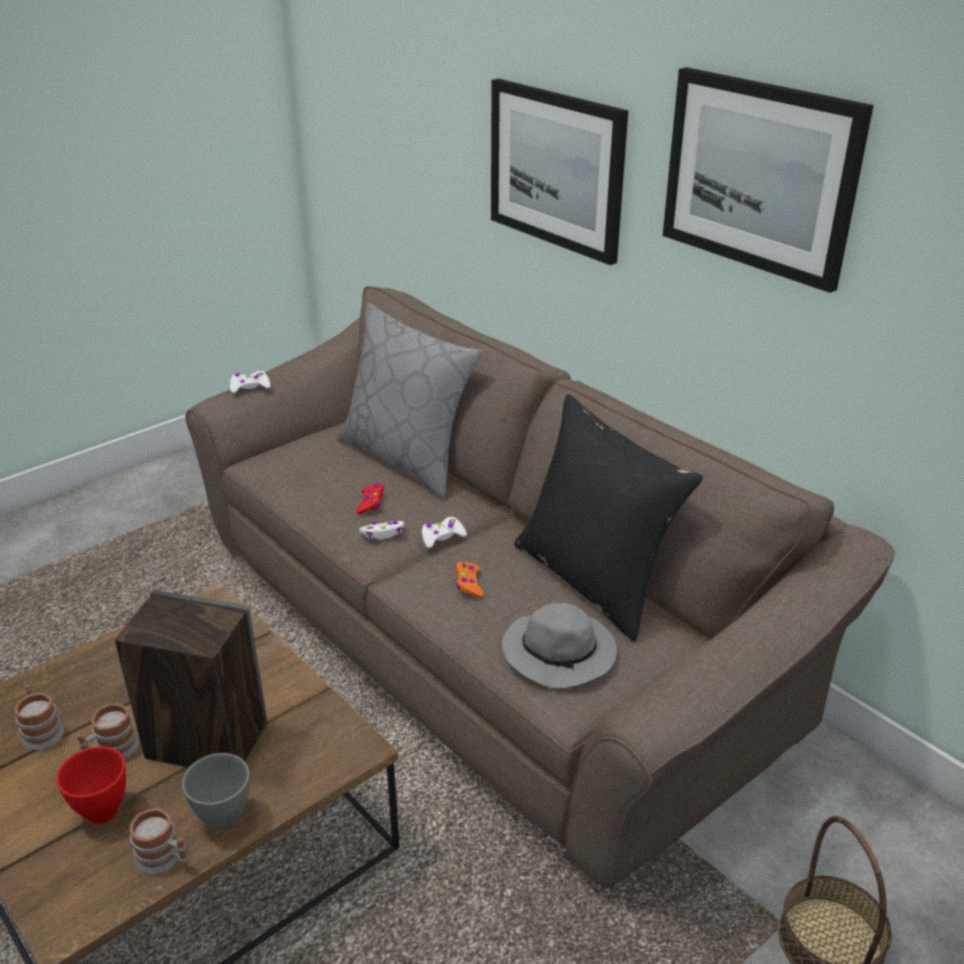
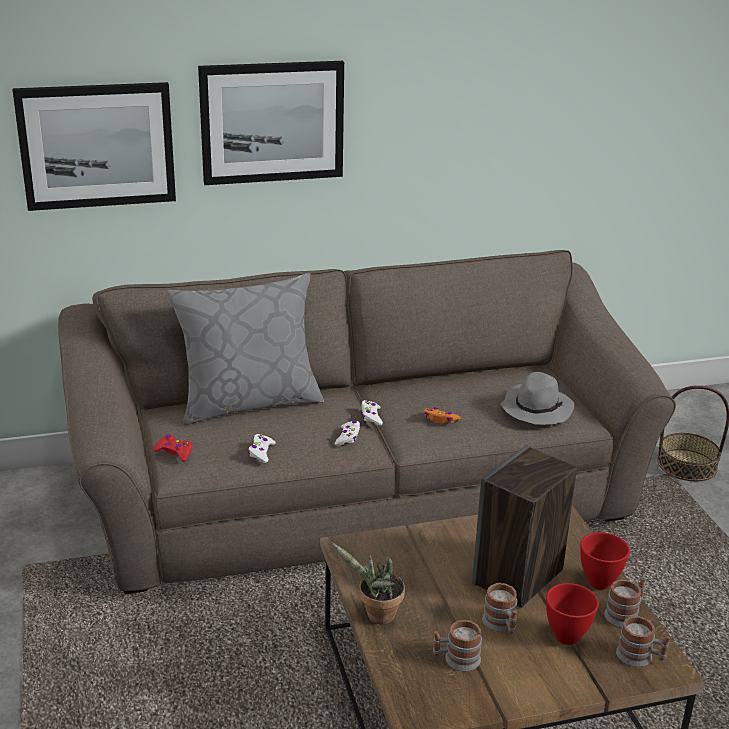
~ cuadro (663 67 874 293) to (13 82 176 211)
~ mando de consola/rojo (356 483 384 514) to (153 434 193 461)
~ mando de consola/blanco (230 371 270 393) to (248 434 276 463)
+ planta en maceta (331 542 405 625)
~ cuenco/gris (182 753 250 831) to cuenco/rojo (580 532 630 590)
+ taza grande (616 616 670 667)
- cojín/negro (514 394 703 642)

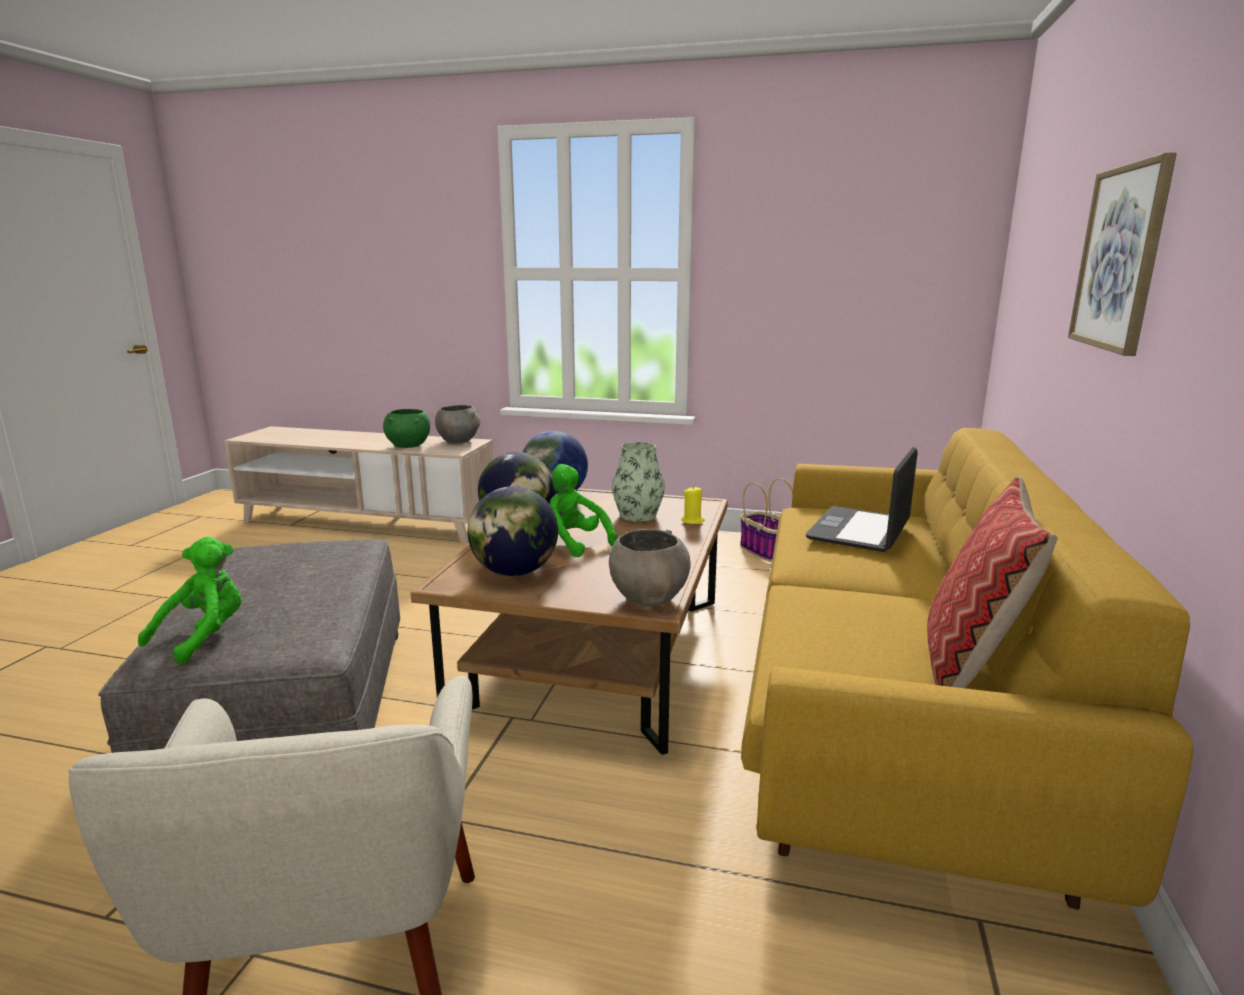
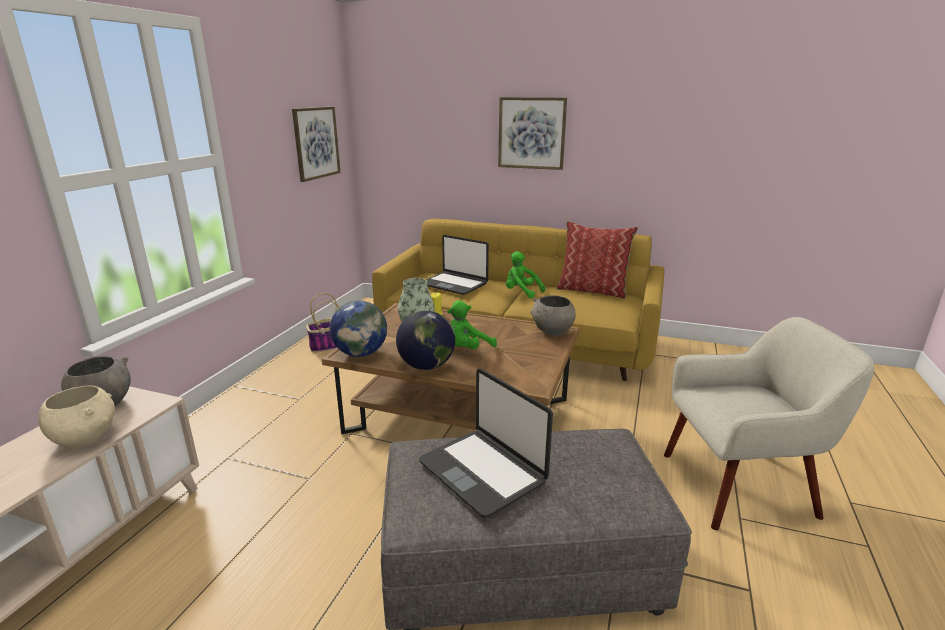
~ cuenco/verde (383 409 430 448) to cuenco/beis (38 385 115 449)
+ cuadro (292 107 341 182)
+ portátil (419 369 553 518)
~ peluche/verde (138 537 241 665) to (506 251 545 298)
- globo terráqueo (468 486 558 576)

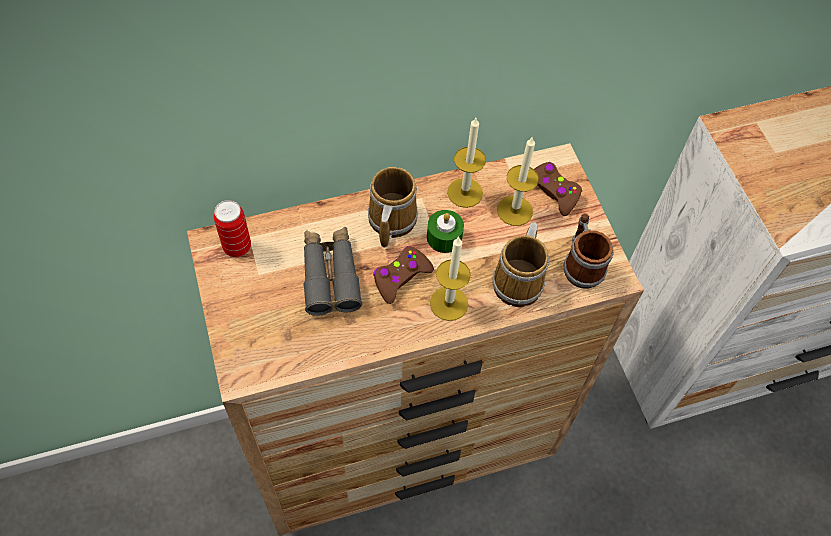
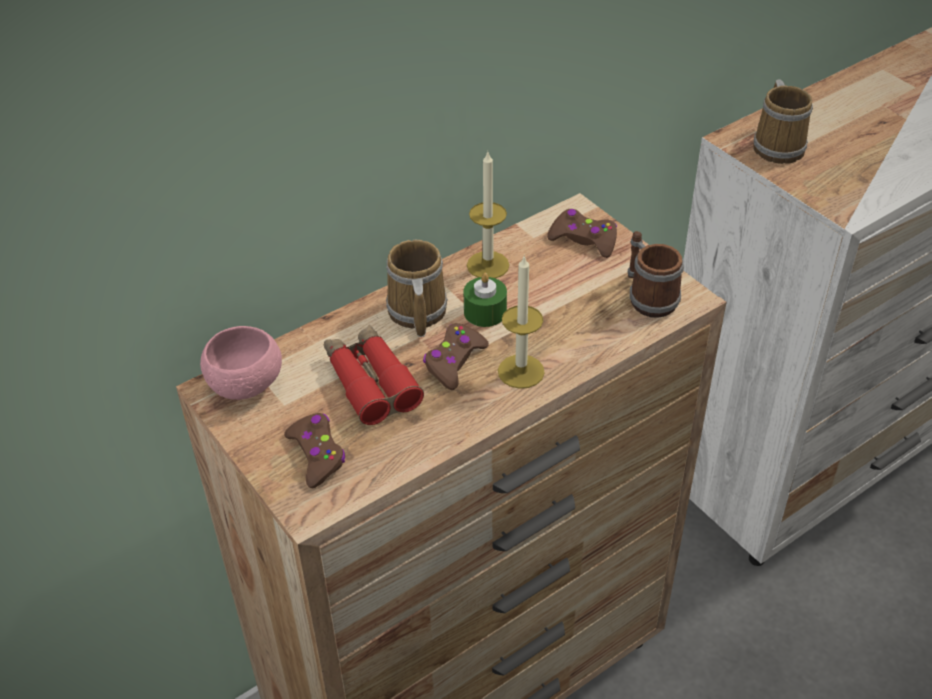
~ lata (214 200 251 257) to cuenco/rosa (200 326 282 400)
+ mando de consola/marrón (284 413 345 488)
~ prismáticos/gris (303 227 362 316) to prismáticos/rojo (324 325 424 425)
~ taza grande (492 222 549 307) to (753 79 813 164)
- vela (497 136 539 226)

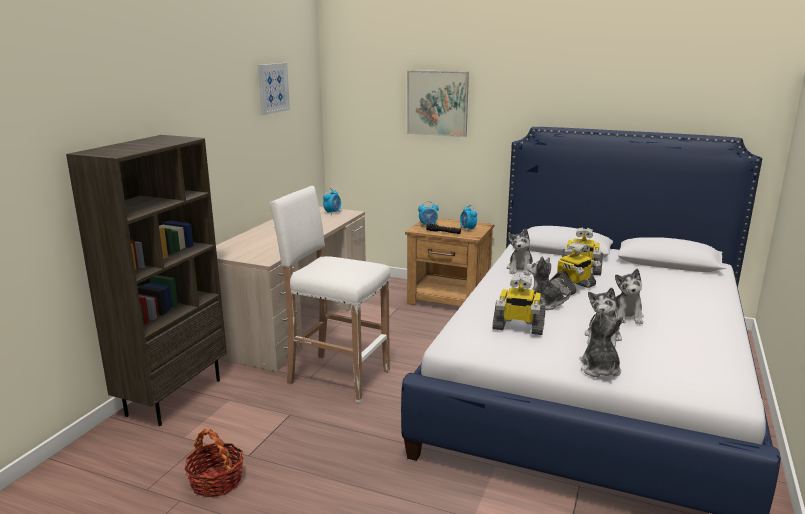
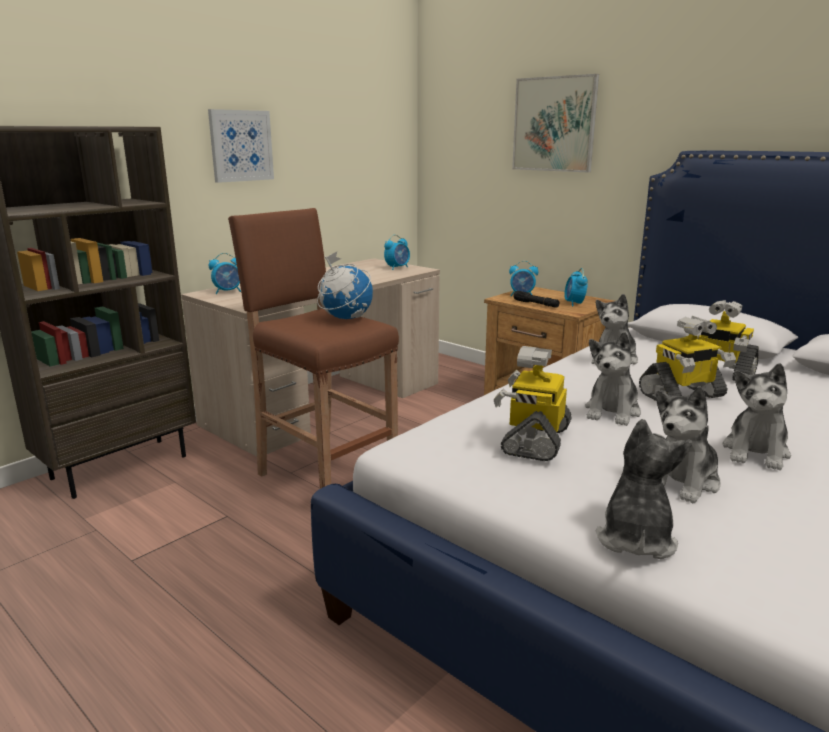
~ cuadro (258 63 290 115) to (208 109 274 183)
+ despertador (209 253 241 294)
~ taburete/blanco (269 186 390 403) to taburete/marrón (228 208 399 489)
+ globo terráqueo (317 252 373 319)
~ robot de juguete (493 274 545 335) = (493 346 572 461) 75 degrees clockwise
~ peluche (526 256 571 310) = (585 332 641 426) 120 degrees counterclockwise
- cesta (184 429 243 498)

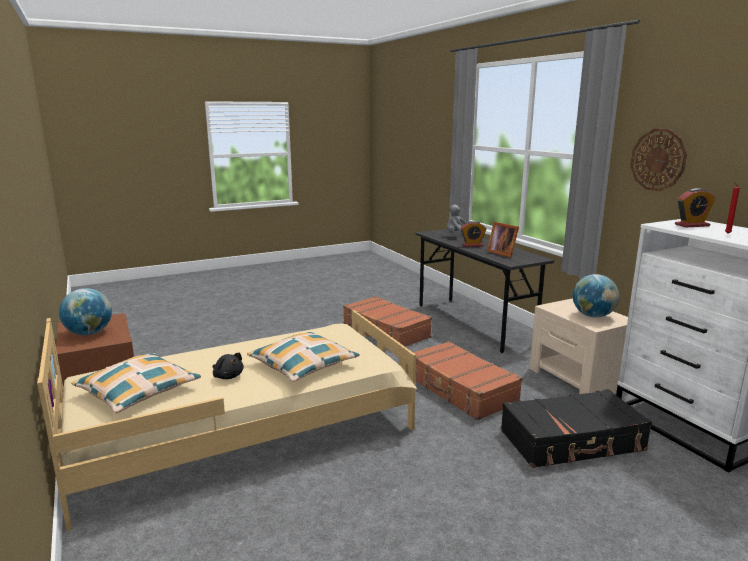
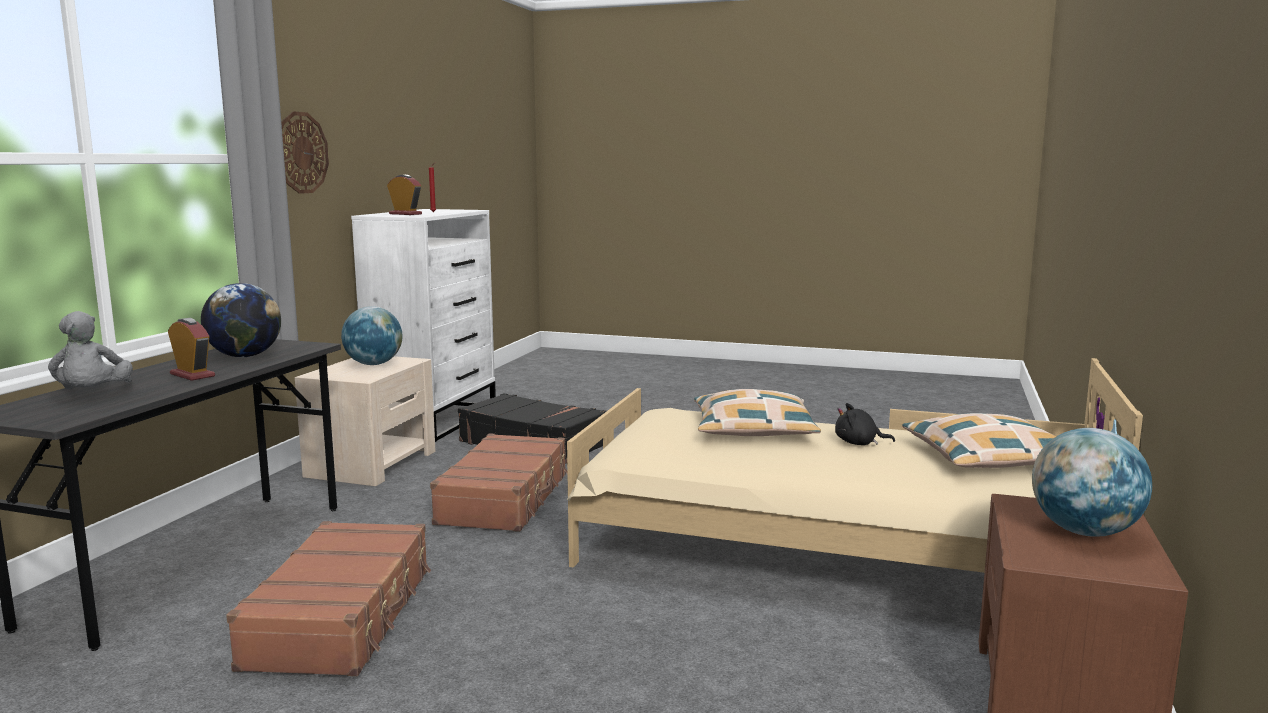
~ portarretratos (487 222 519 258) to globo terráqueo (201 283 281 357)
~ peluche/negro (213 353 244 379) = (835 403 895 445) 75 degrees counterclockwise

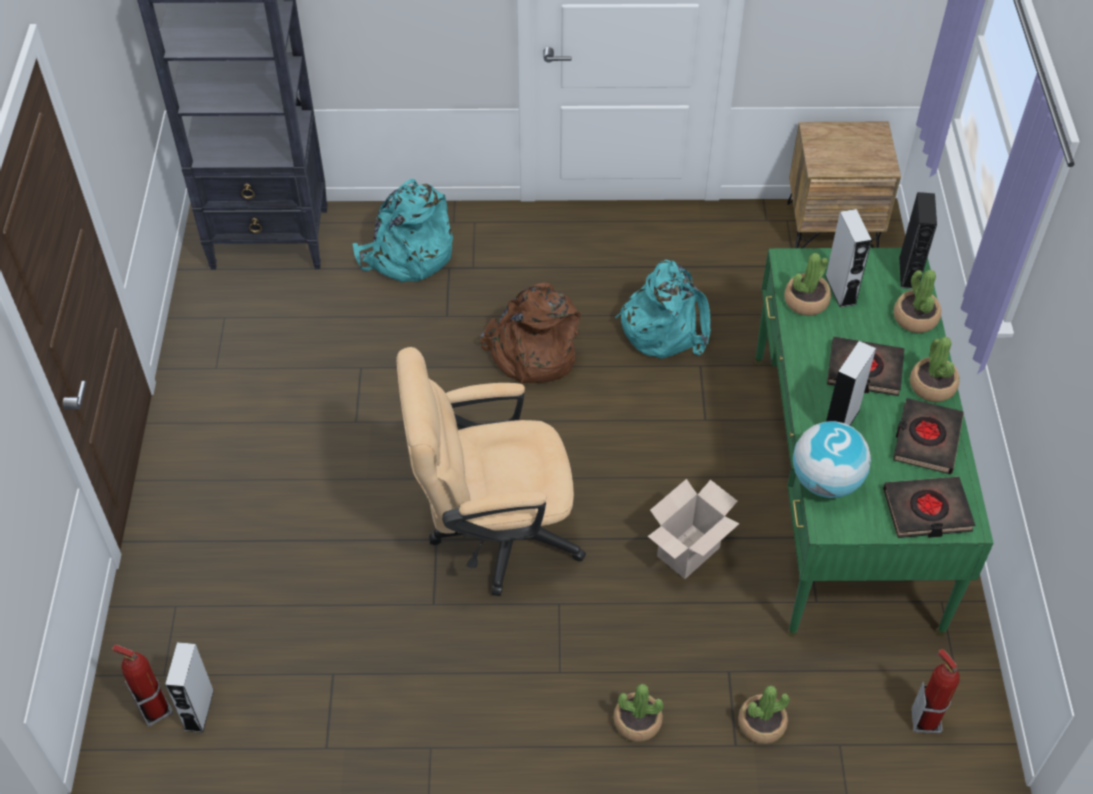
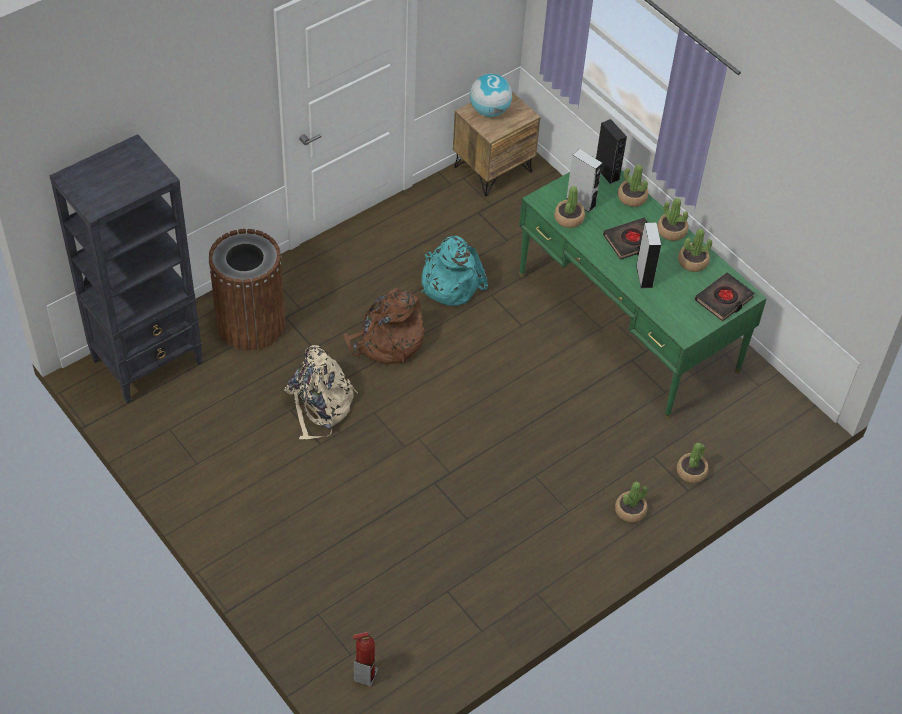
~ mochila/turquesa (352 179 453 282) to papelera/marrón (208 229 285 350)
+ mochila/beis (284 345 358 440)
~ globo terráqueo (793 421 871 498) to (470 74 512 117)
~ libro/negro (893 398 964 474) to planta en maceta (678 229 712 272)
- altavoz/gris (165 642 214 733)
- silla de oficina/beis (396 347 586 596)
- caja de cartón (648 479 739 579)
- extintor (911 649 960 734)

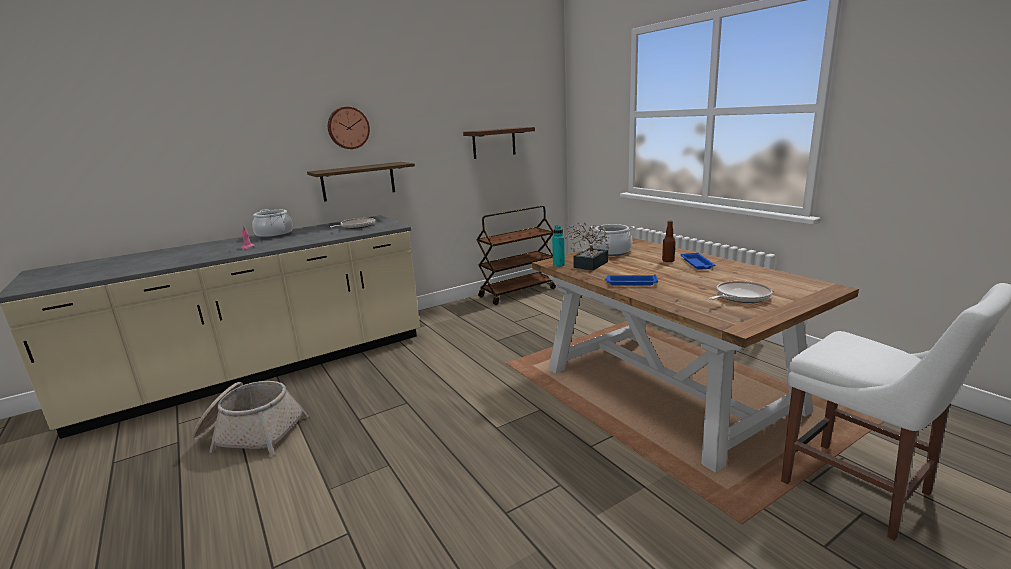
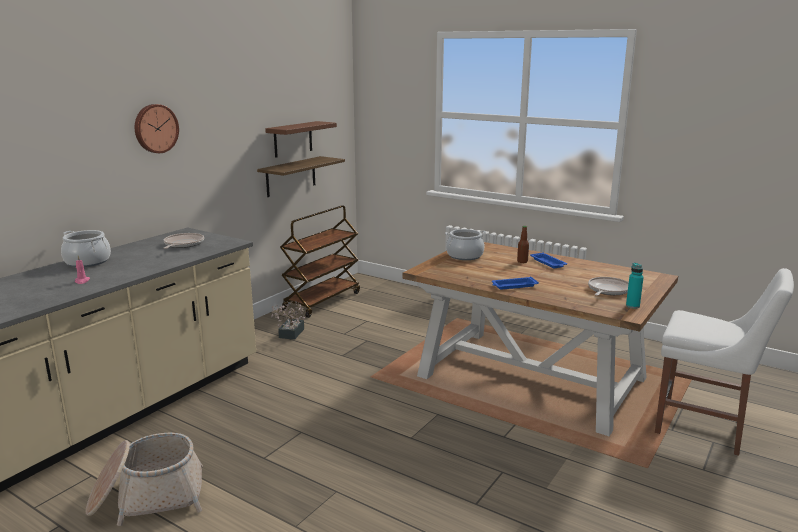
~ estante (307 162 415 202) to (257 156 345 197)
~ planta en maceta (564 223 609 271) to (271 301 305 340)
~ botella/turquesa (552 225 565 267) to (626 263 644 308)

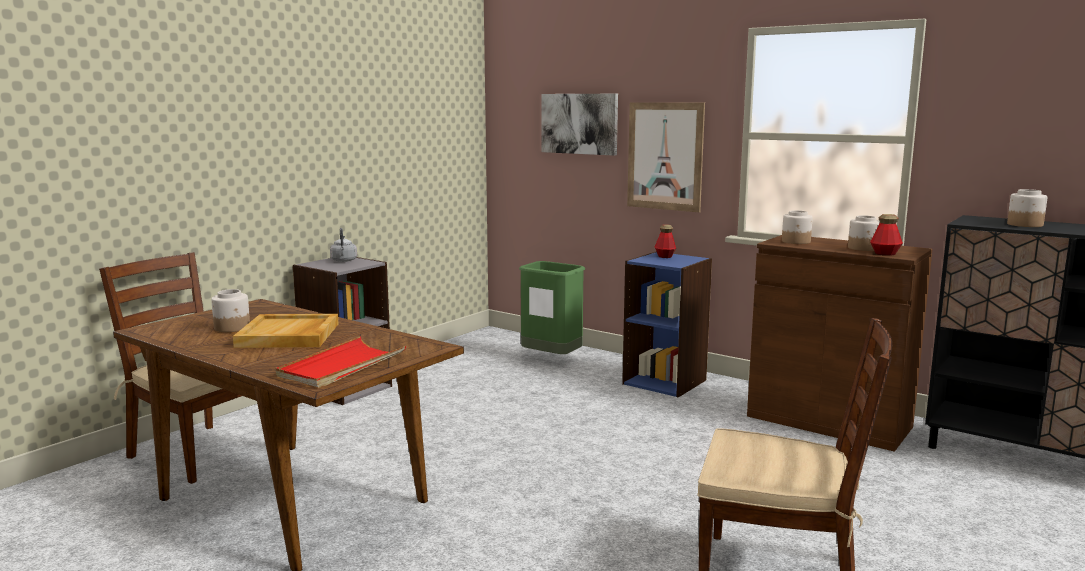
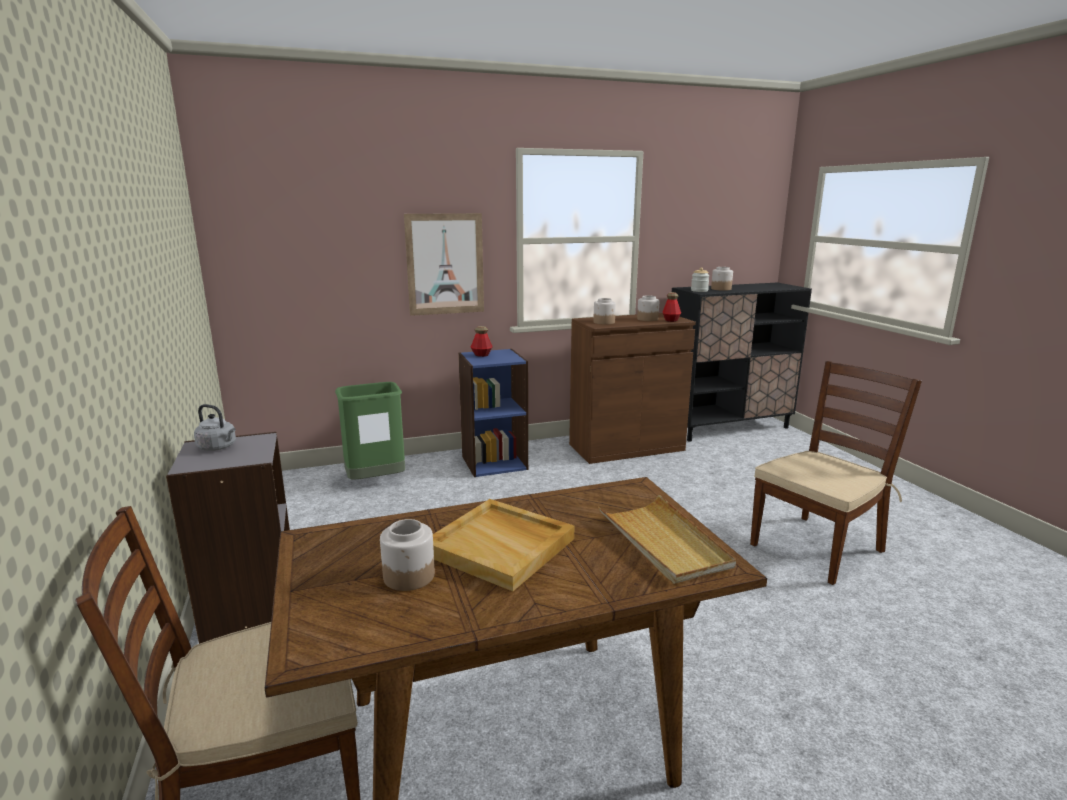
~ bandeja/rojo (275 336 406 388) to bandeja/beis (598 495 736 584)
+ tarro (691 267 710 292)
- cuadro (541 94 618 156)

